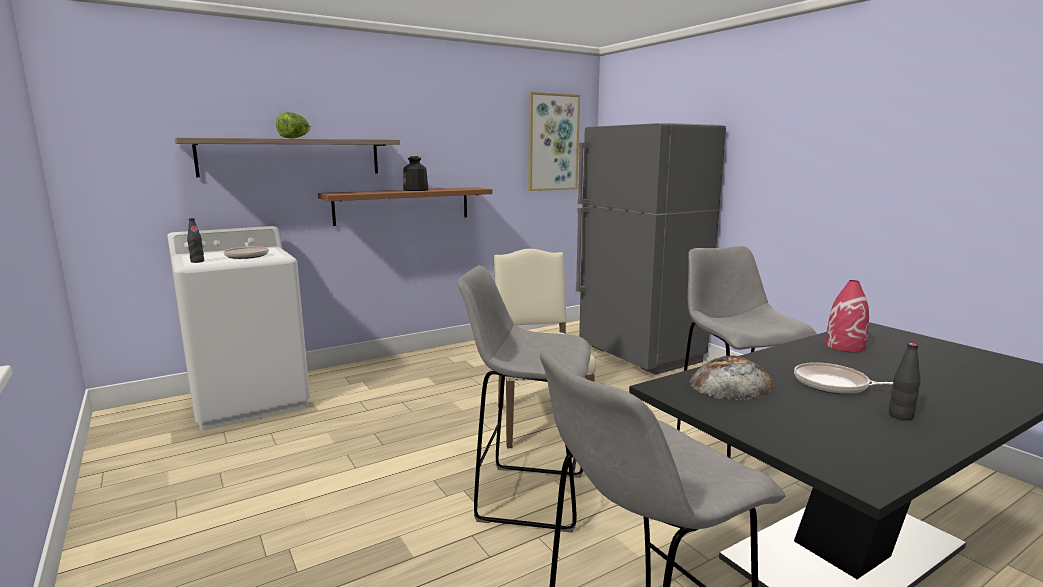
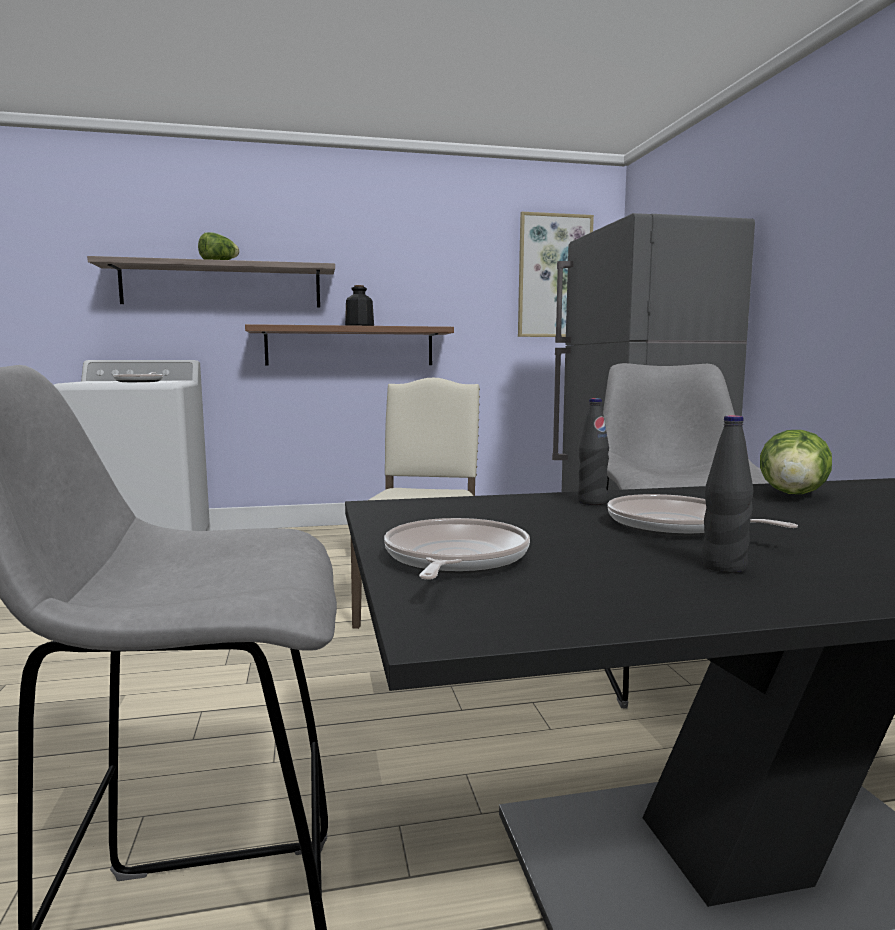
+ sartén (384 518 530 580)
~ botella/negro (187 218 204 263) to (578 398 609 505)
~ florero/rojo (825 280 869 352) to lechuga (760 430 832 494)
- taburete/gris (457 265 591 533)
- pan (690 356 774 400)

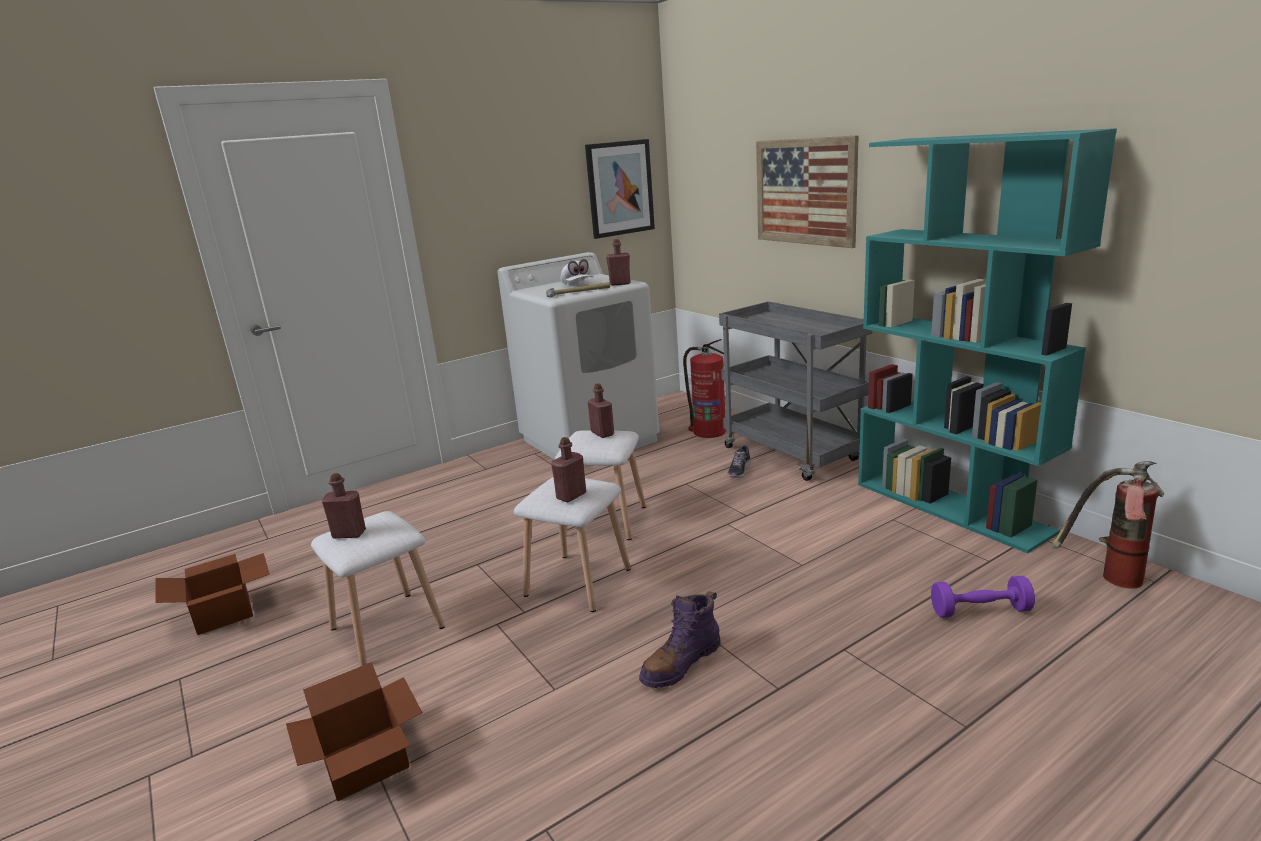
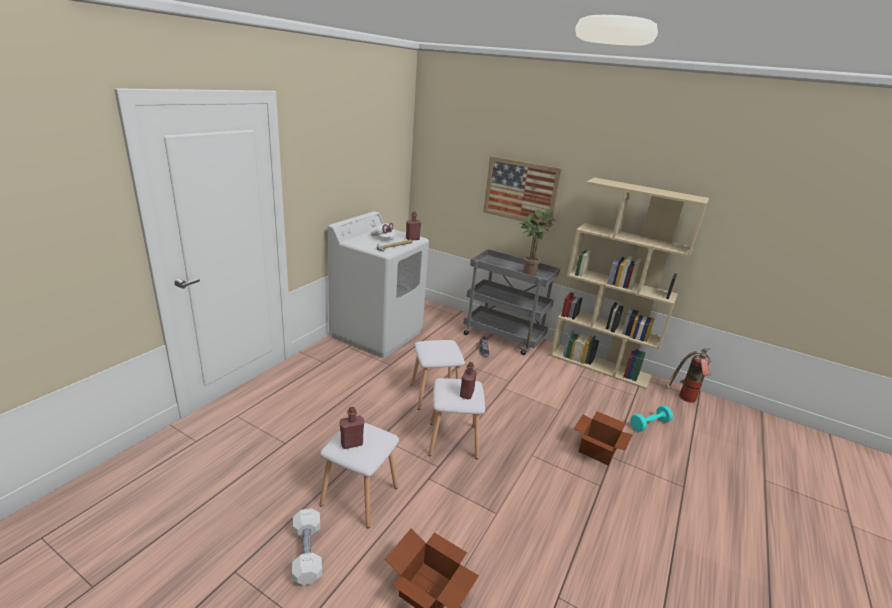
+ mancuerna/blanco (292 508 322 585)
+ planta en maceta (520 209 556 277)
~ estantería/turquesa (858 128 1117 554) to estantería/beis (550 177 709 389)
~ caja de cartón (156 553 270 635) to (574 411 633 465)
~ mancuerna/morado (931 576 1035 618) to mancuerna/turquesa (630 405 673 432)
- cuadro (585 139 655 239)
- botella/rojo (588 383 614 438)
- bota/morado (639 591 721 688)
- extintor (683 339 726 438)

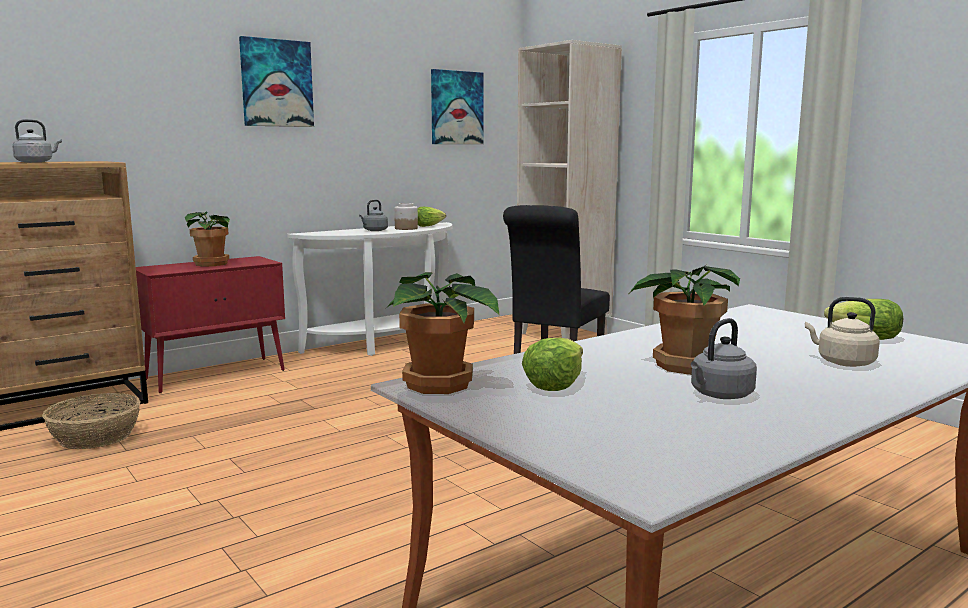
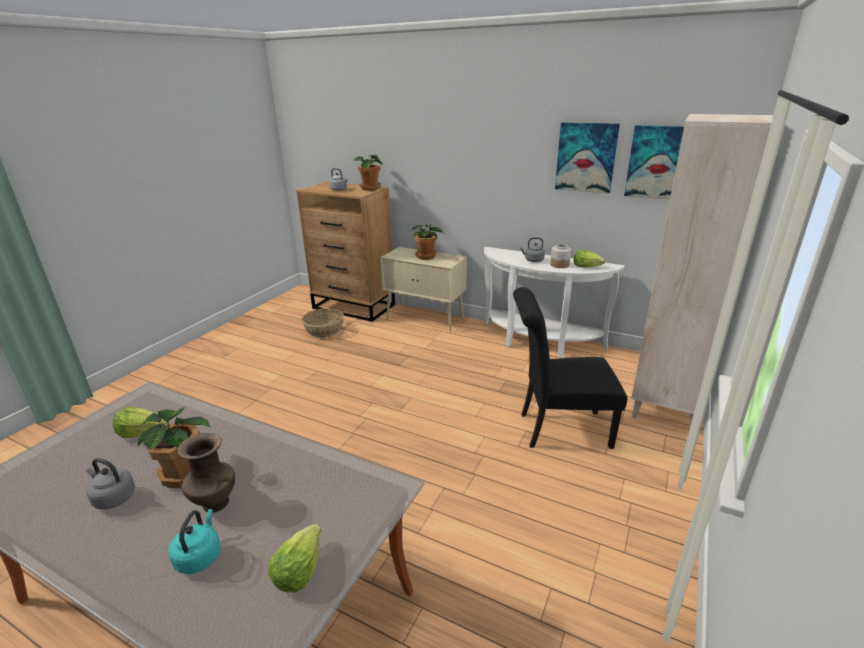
~ hervidor/beis (805 297 880 367) to hervidor/turquesa (169 509 221 574)
+ florero/marrón (178 433 235 513)
~ planta en maceta (386 272 500 394) to (353 155 382 191)
~ armario/rojo (136 256 285 393) to armario/beis (380 247 467 332)
~ cuadro (239 36 314 127) to (555 122 620 193)

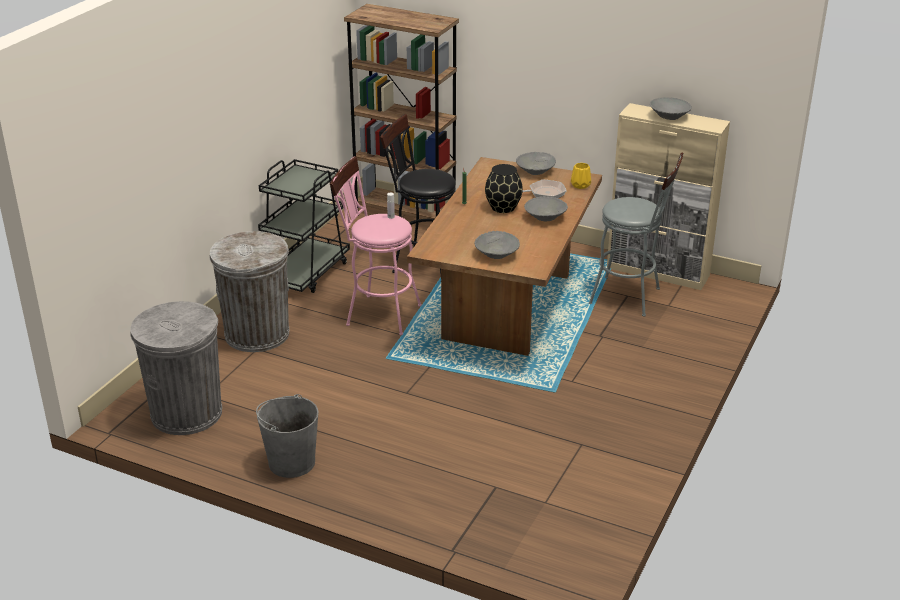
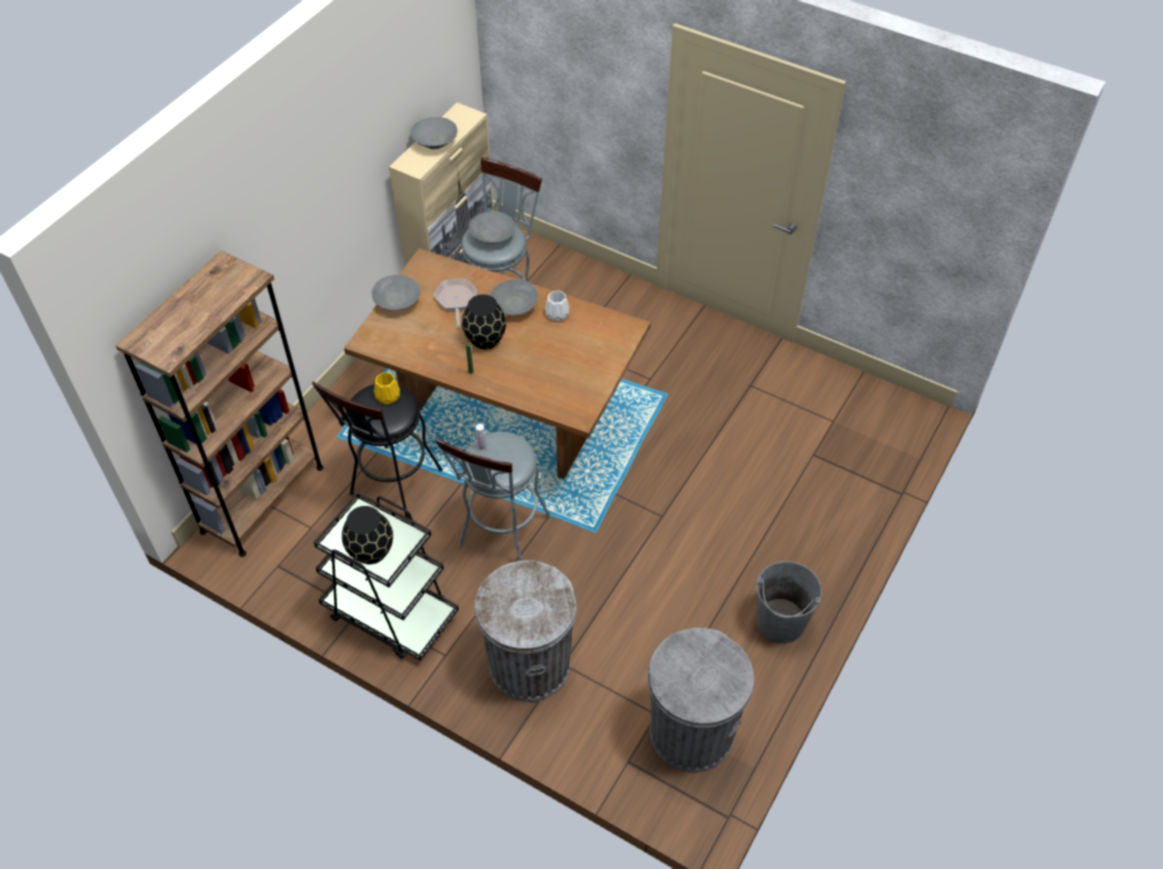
+ florero/negro (342 506 393 564)
~ florero/amarillo (571 163 591 189) to (374 373 400 404)
~ taburete/rosa (330 156 422 336) to taburete/gris (435 432 551 561)
~ cuenco/gris (474 231 520 259) to (469 211 515 244)
+ florero/blanco (545 291 569 321)

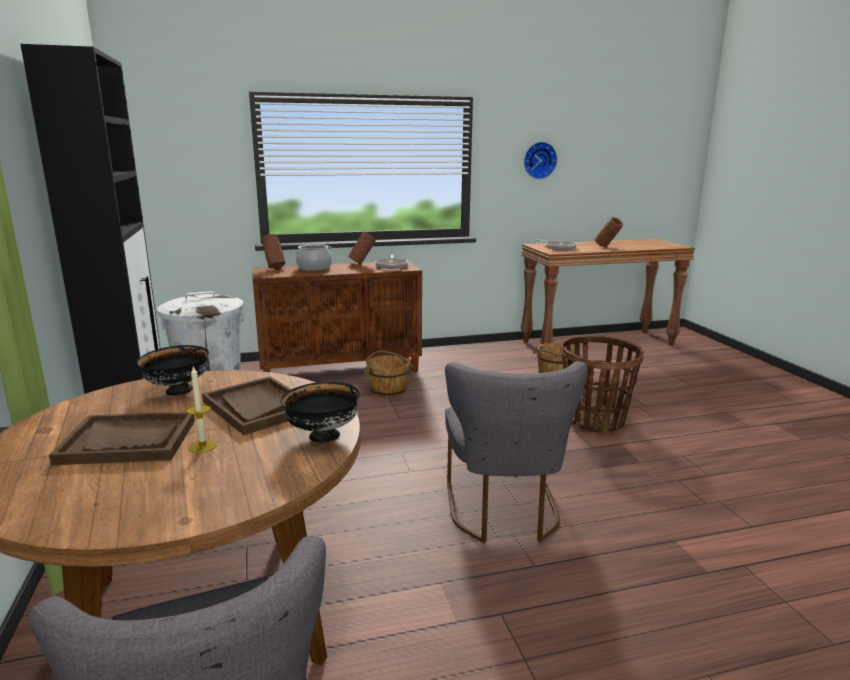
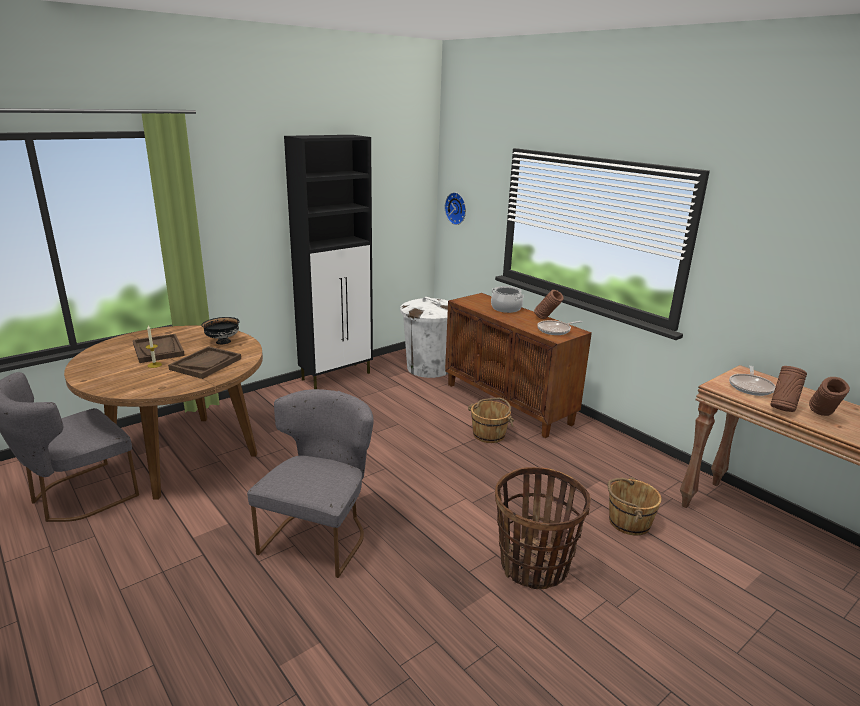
~ silla/gris (445 361 587 543) = (247 389 374 578) 135 degrees clockwise
~ reloj de pared (524 142 557 179) to (445 192 466 225)
~ florero/marrón (262 234 285 269) to (770 366 807 412)
- cuenco/negro (281 382 360 442)

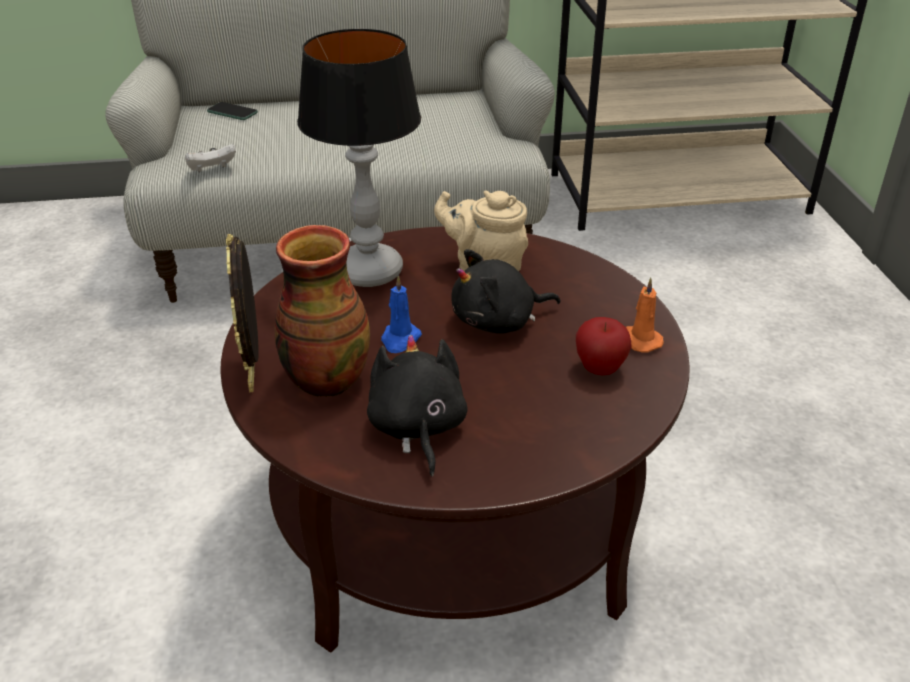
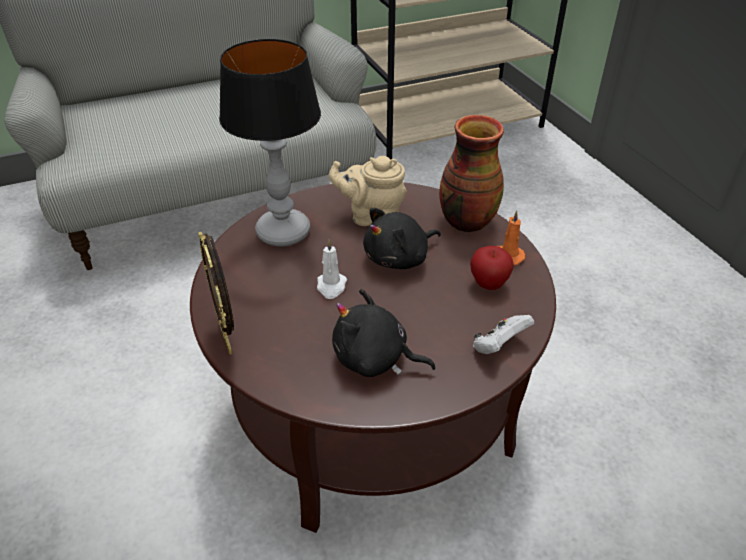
~ vela/azul (381 275 422 353) to vela/blanco (317 239 347 299)
~ peluche/negro (367 335 468 477) = (332 289 436 377) 45 degrees counterclockwise
~ florero (275 225 370 397) to (439 115 504 232)
~ mando de consola/blanco (185 144 236 172) to (473 315 534 354)
- móvil (207 102 258 120)

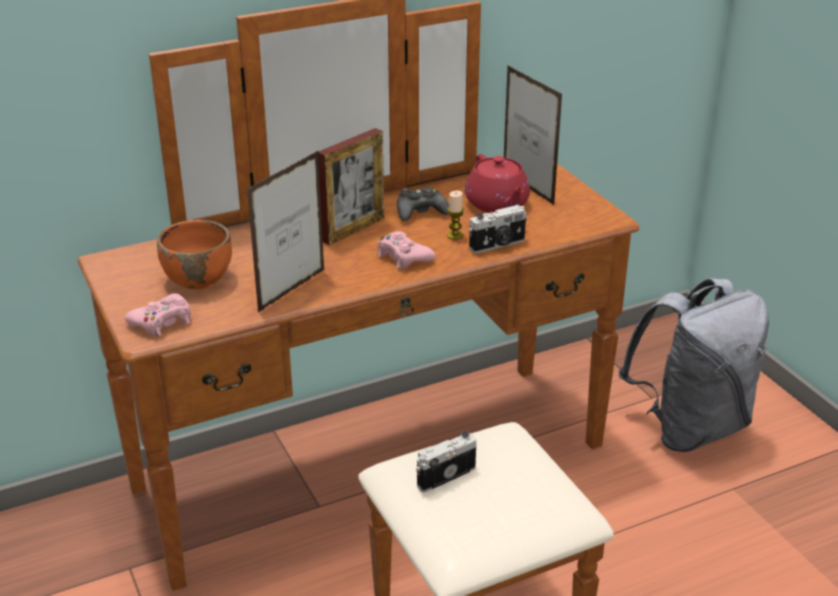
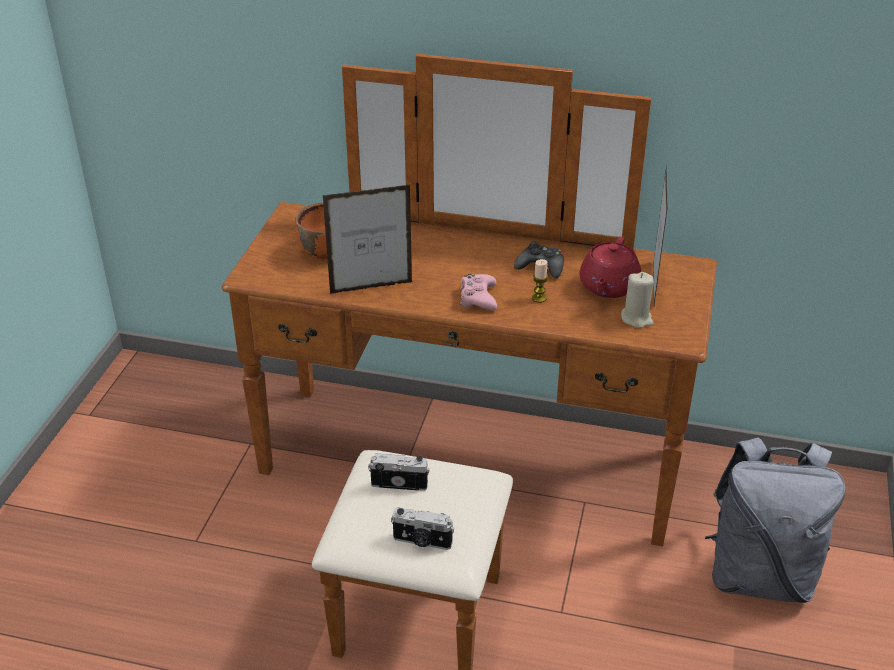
~ cámara (469 205 527 253) to (391 508 455 550)
+ vela/beis (621 272 654 328)
- mando de consola/rosa (125 293 191 336)
- portarretratos (318 128 384 245)

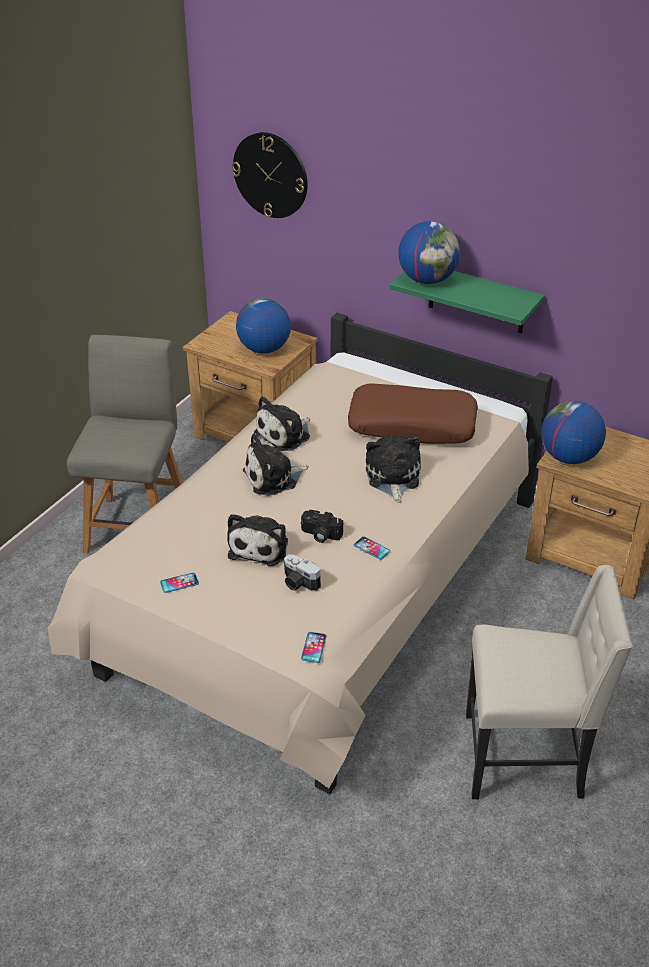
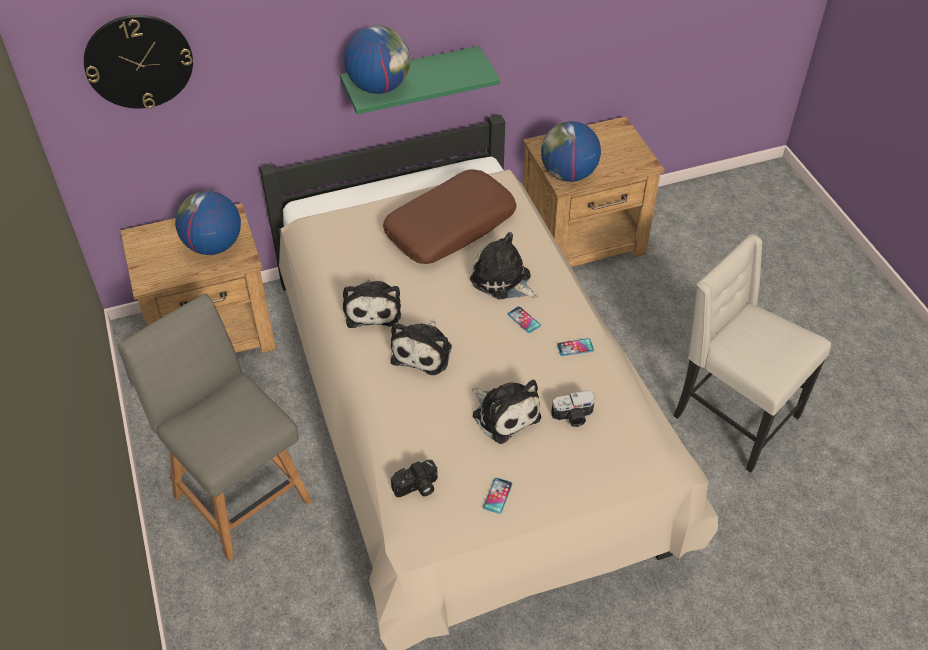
~ cámara (301 510 343 543) to (391 460 438 497)
~ móvil (301 632 327 663) to (507 306 541 333)
~ silla/beis (466 565 633 799) = (674 234 831 473) 90 degrees counterclockwise

